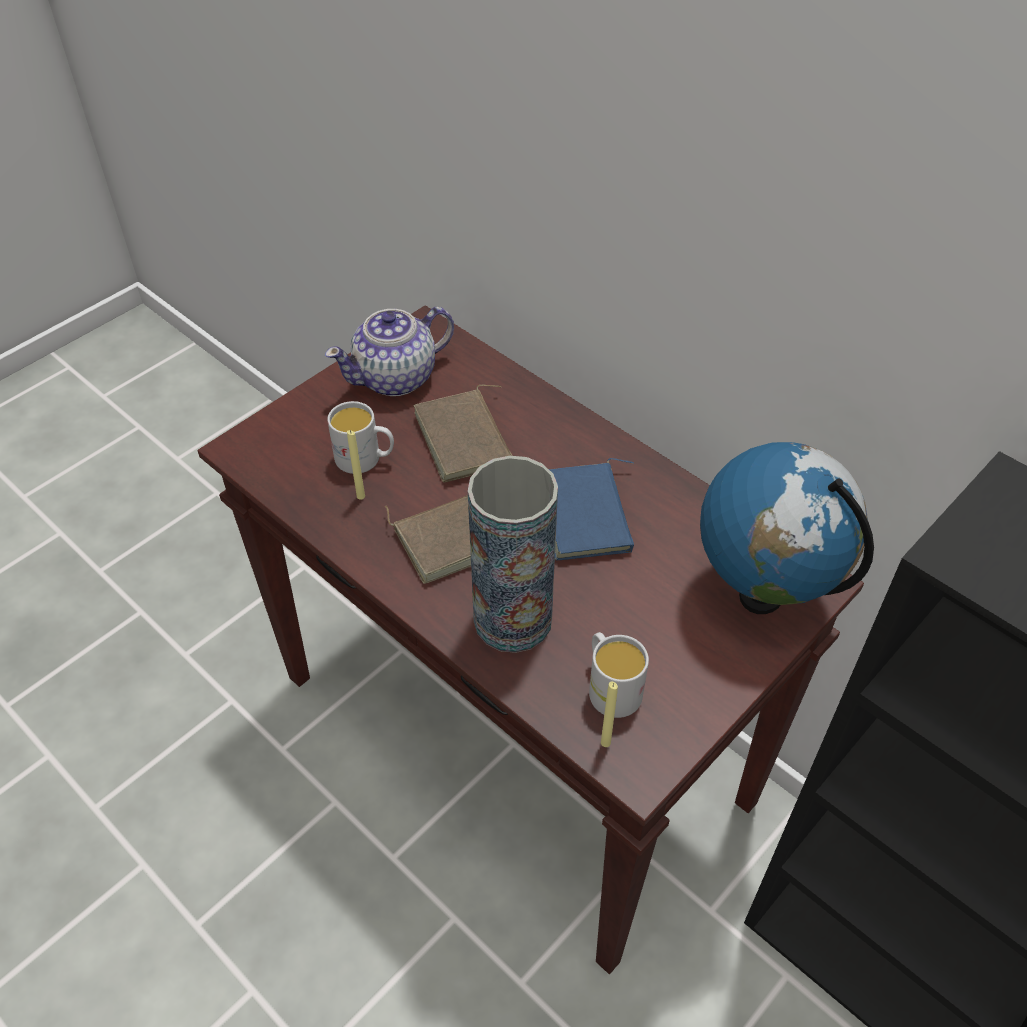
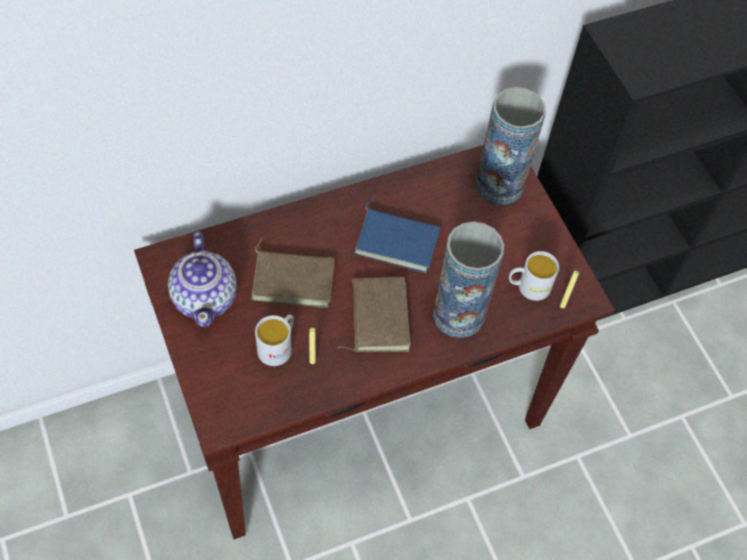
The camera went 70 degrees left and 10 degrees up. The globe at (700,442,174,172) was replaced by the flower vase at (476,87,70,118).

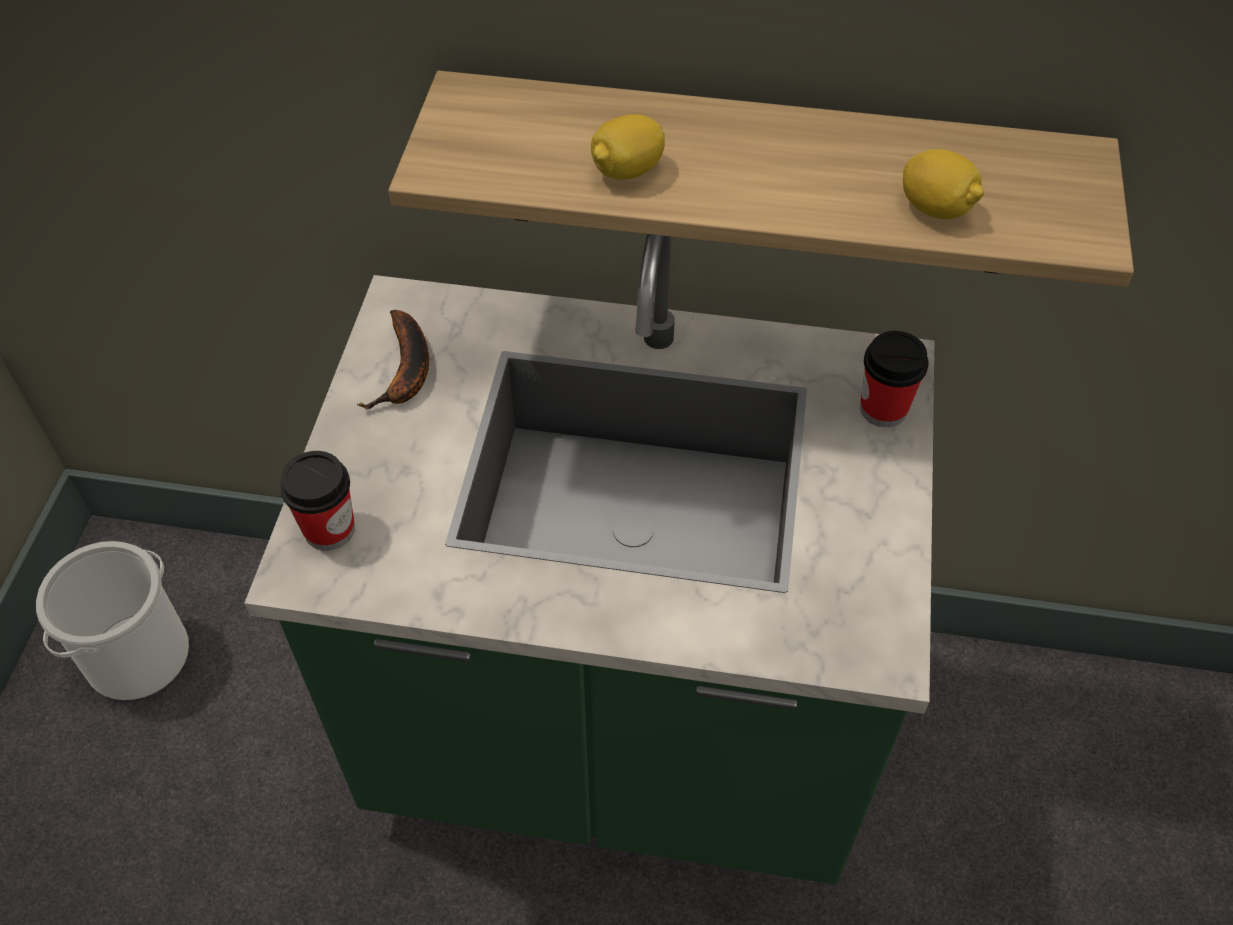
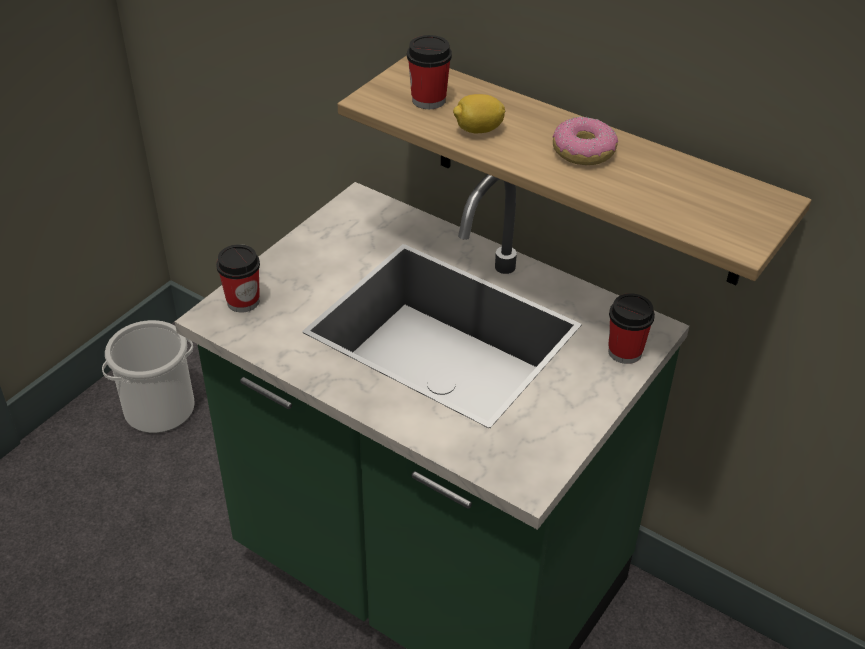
The camera went 25 degrees right and 10 degrees down. The whole banana at (357,310,72,99) disappeared. The lemon at (903,149,82,70) disappeared. The drinking cup at (407,35,45,74) appeared. The doughnut at (552,117,66,48) appeared.

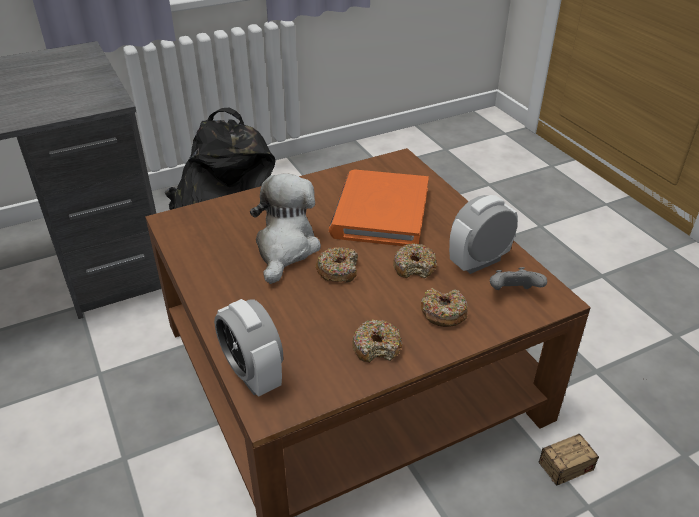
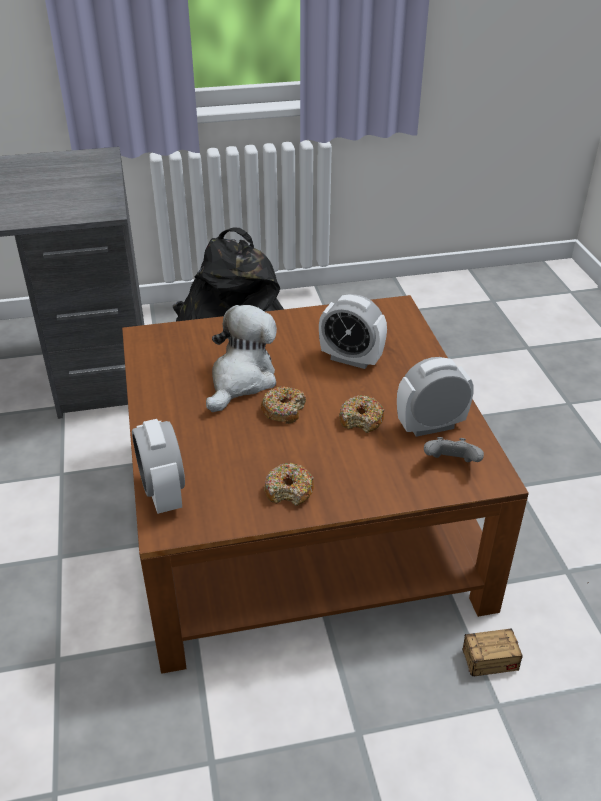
The camera went 15 degrees right and 0 degrees up. The orange book at (329,170,100,76) was replaced by the bedside clock at (319,294,68,75). The doughnut at (421,288,47,39) disappeared.

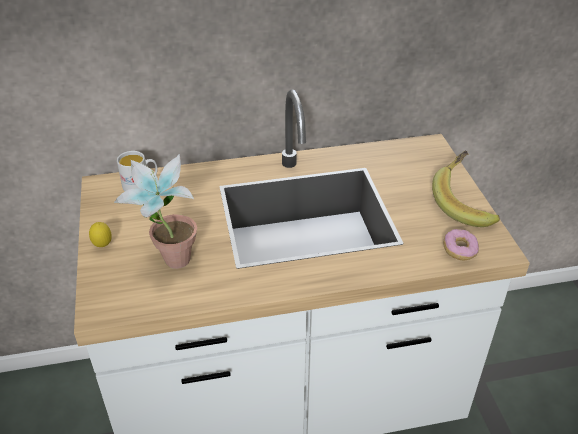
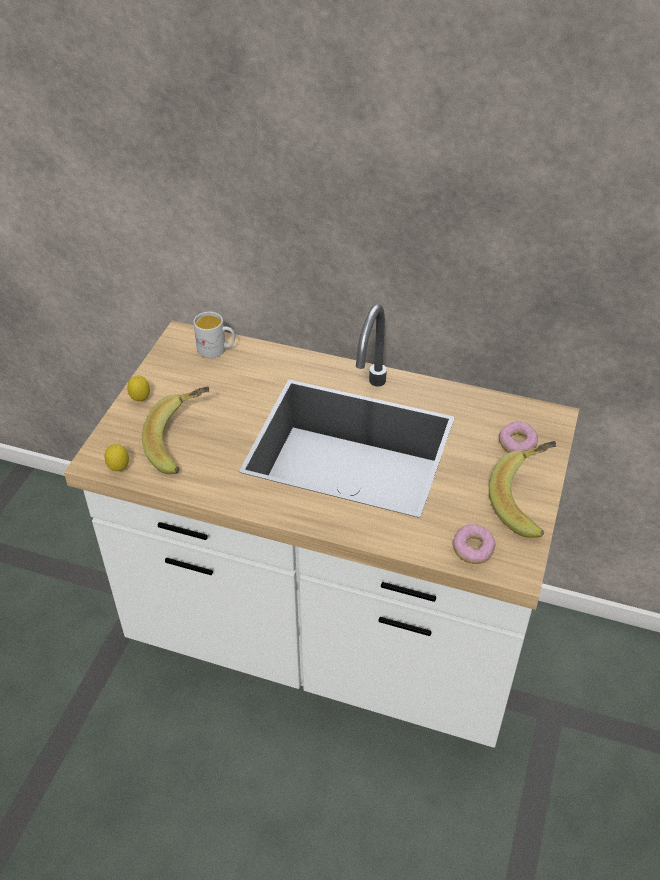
The camera went 30 degrees right and 5 degrees up. The potted plant at (114,154,83,115) was replaced by the whole banana at (142,387,68,87). The lemon at (104,444,25,27) appeared. The doughnut at (499,421,39,32) appeared.

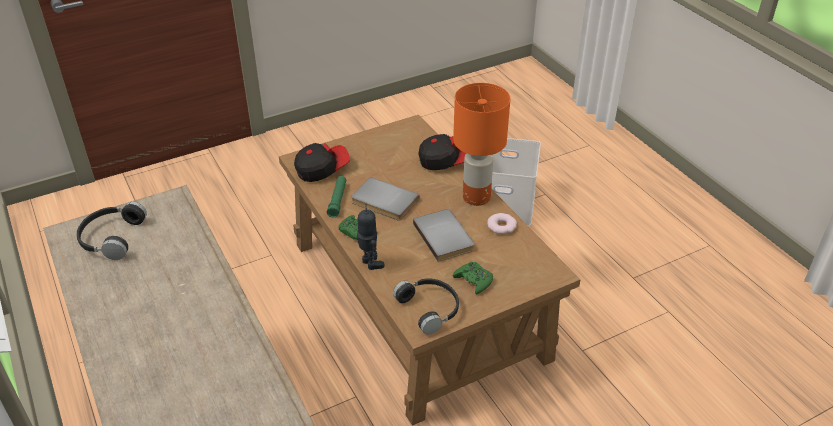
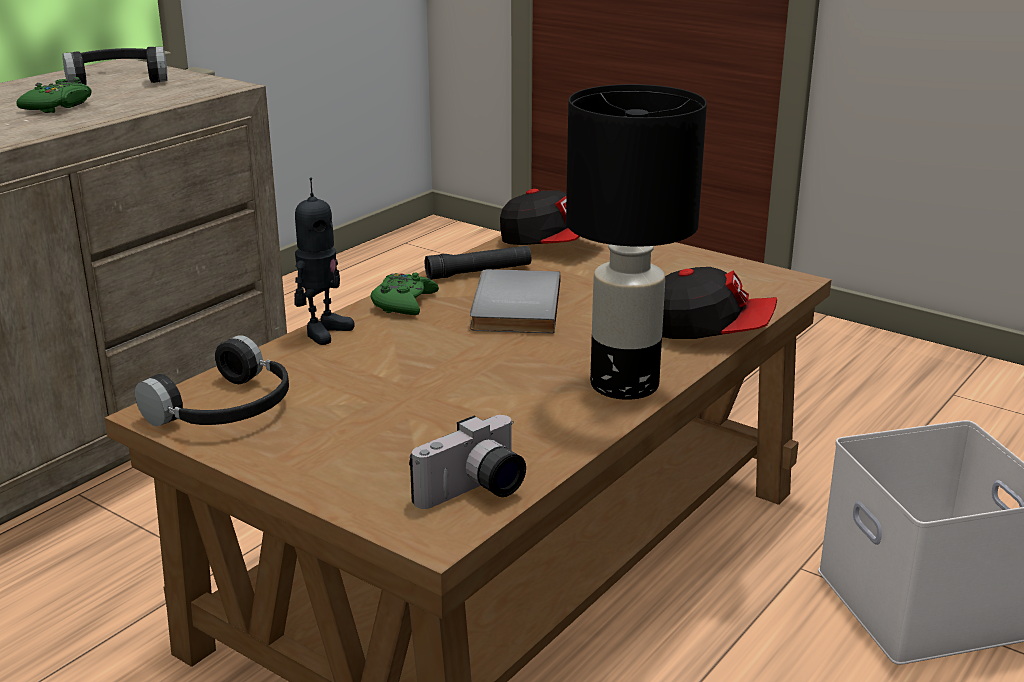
The camera went 65 degrees right and 15 degrees down. The green-coloured flashlight at (327,176,19,41) became the blackish flashlight at (425,246,107,34). The gray book at (413,209,61,53) disappeared. The baseball cap at (418,134,49,36) turned 45 degrees counterclockwise. The orange table lamp at (453,83,58,123) became the blackish table lamp at (566,84,141,316). The green-coloured joypad moved from (453,261,40,34) to (16,77,76,36). The doughnut at (487,213,30,21) disappeared. The photo camera at (409,415,117,94) appeared.

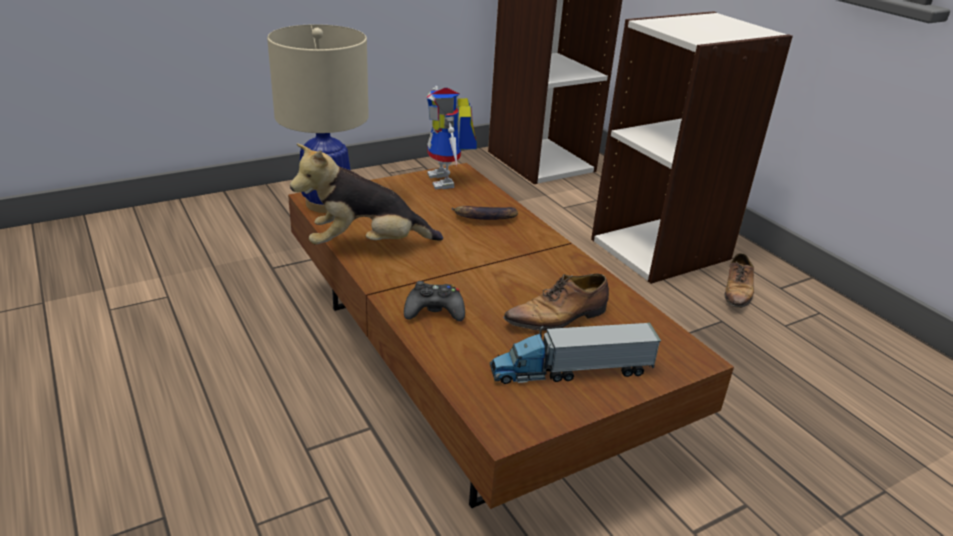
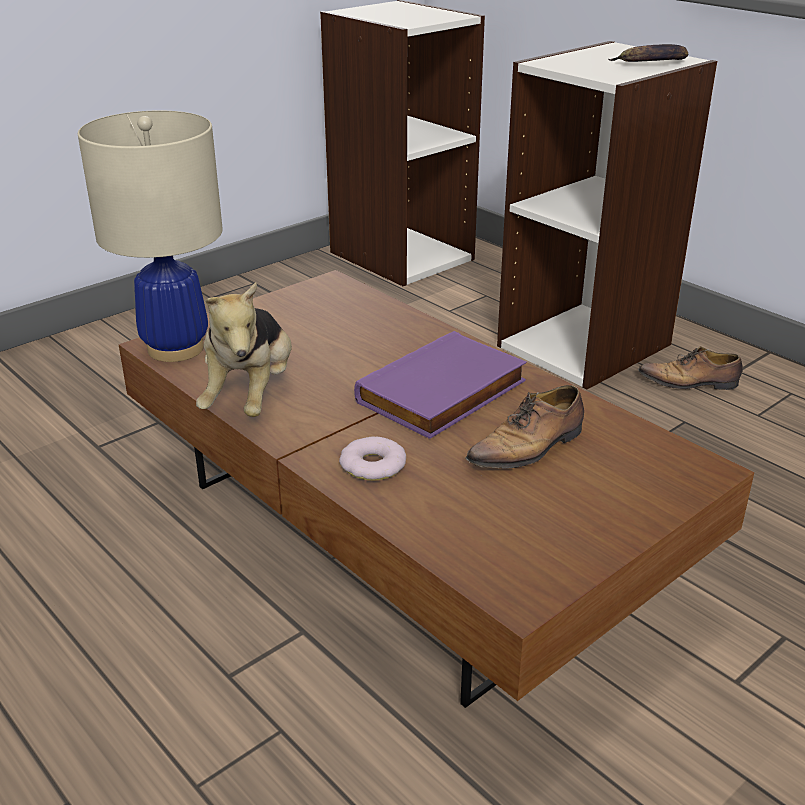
The camera went 10 degrees left and 0 degrees up. The soft toy at (290,143,153,101) turned 60 degrees counterclockwise. The blackish joypad at (404,281,61,40) was replaced by the doughnut at (339,437,67,44). The toy robot at (427,86,50,103) disappeared. The whole banana moved from (452,206,66,14) to (609,44,79,18). The model truck at (490,323,171,61) disappeared. The low shoe at (724,253,30,55) turned 90 degrees clockwise. The purple-coloured book at (354,331,173,108) appeared.

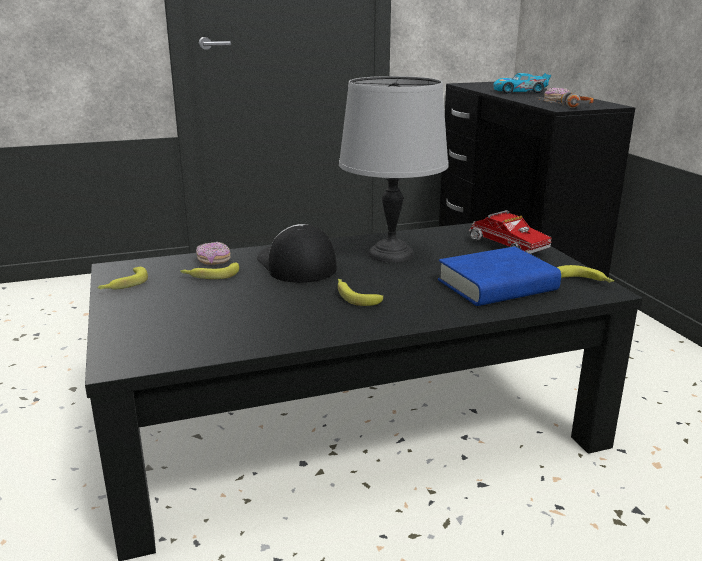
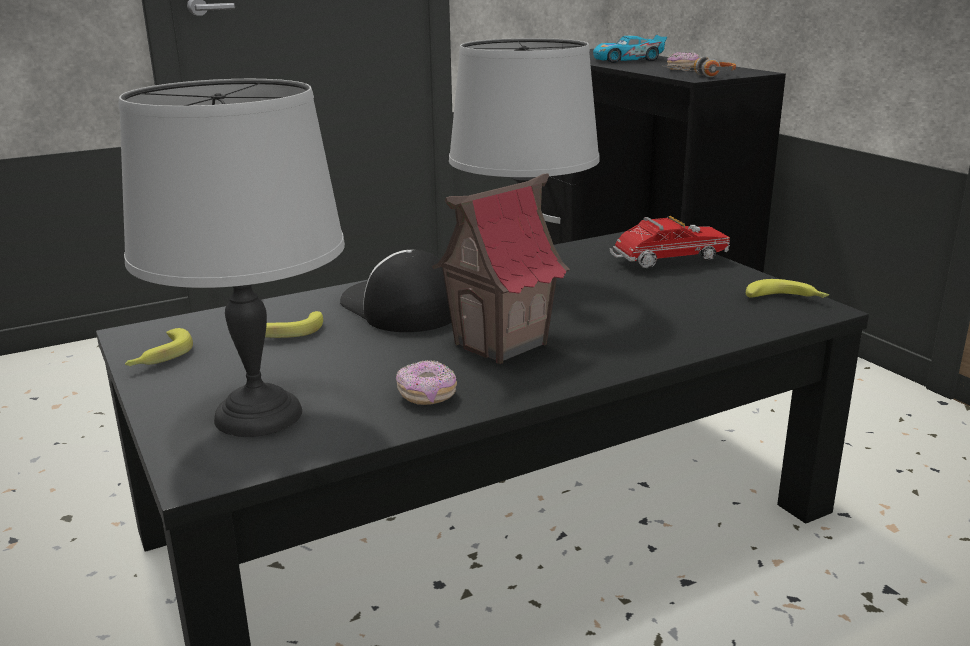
The camera went 10 degrees left and 0 degrees up. The doughnut moved from (196,242,35,23) to (396,360,61,45). The whole banana at (338,279,45,27) was replaced by the miniature house at (432,173,138,191). The blue book at (438,246,123,60) disappeared. The model truck at (469,210,83,44) turned 60 degrees counterclockwise. The gray table lamp at (119,79,226,358) appeared.

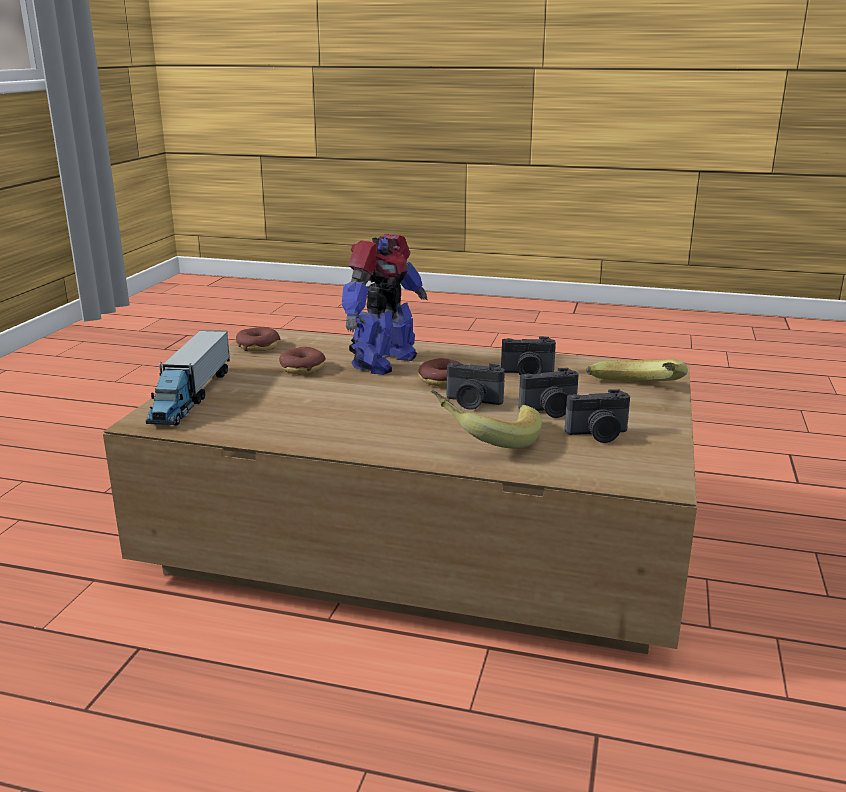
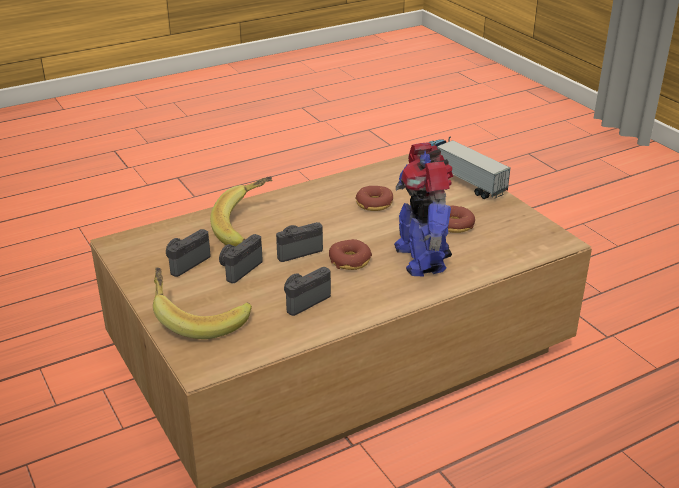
The camera went 135 degrees right and 10 degrees up. The doughnut moved from (236,327,44,24) to (355,186,38,25).

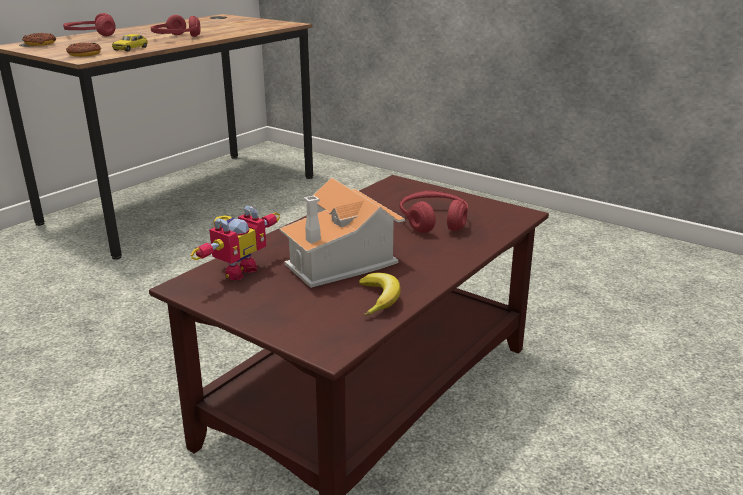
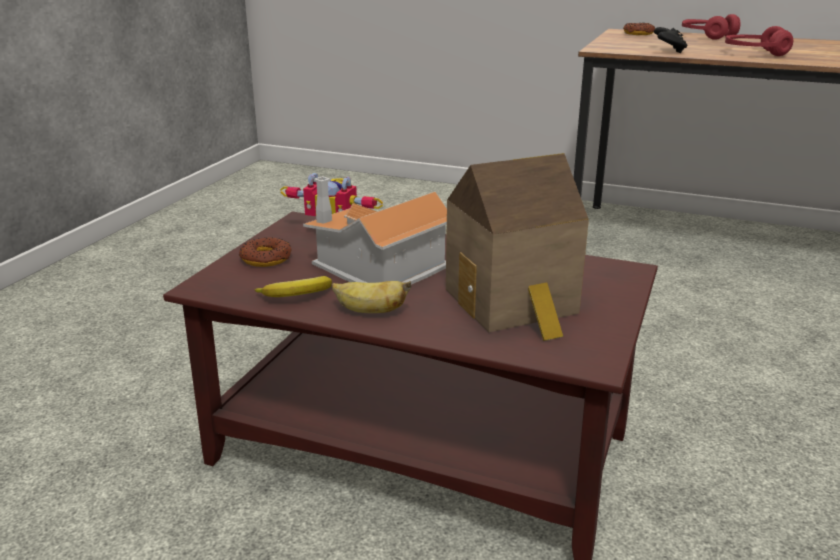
The camera went 75 degrees right and 0 degrees up. The doughnut moved from (66,43,35,14) to (239,237,53,30). The miniature car at (112,34,36,18) was replaced by the blackish joypad at (654,27,33,27). The red pair of headphones at (400,191,68,42) was replaced by the miniature house at (446,153,143,188). The whole banana at (332,281,79,32) appeared.

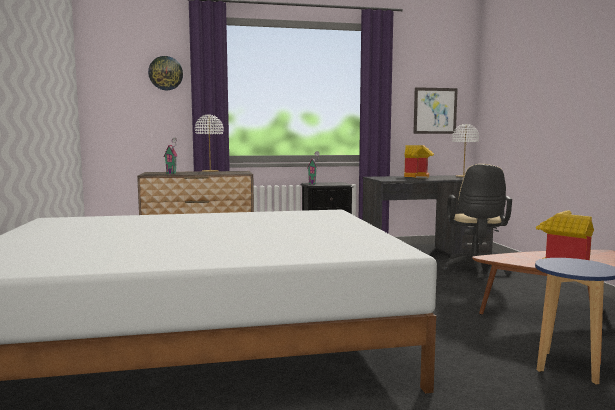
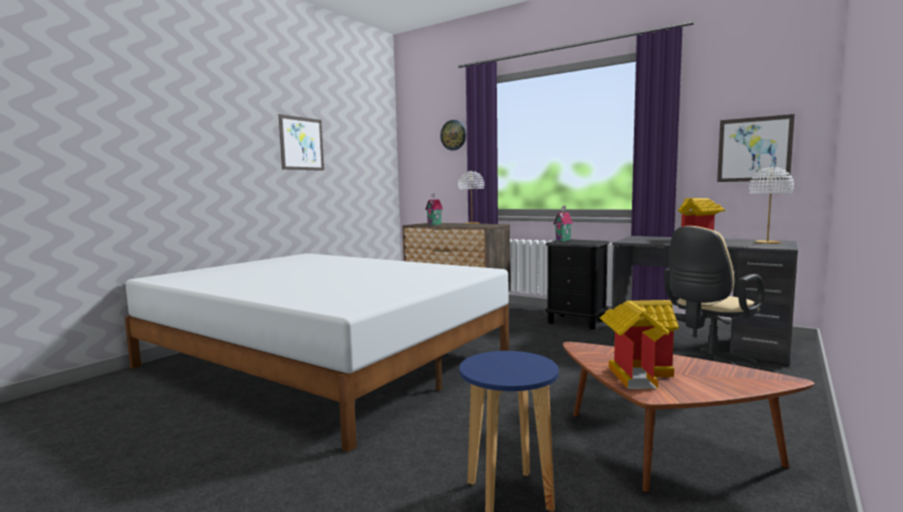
The camera went 45 degrees right and 0 degrees up. The wall picture at (278,114,46,57) appeared.

